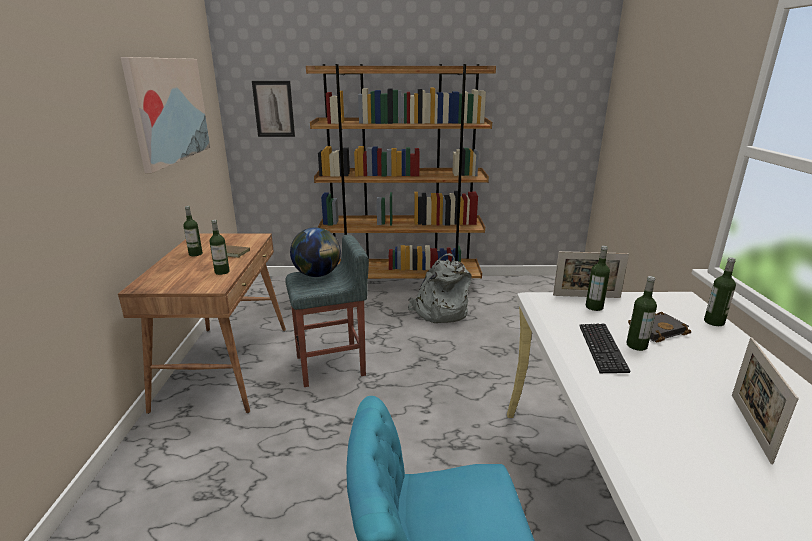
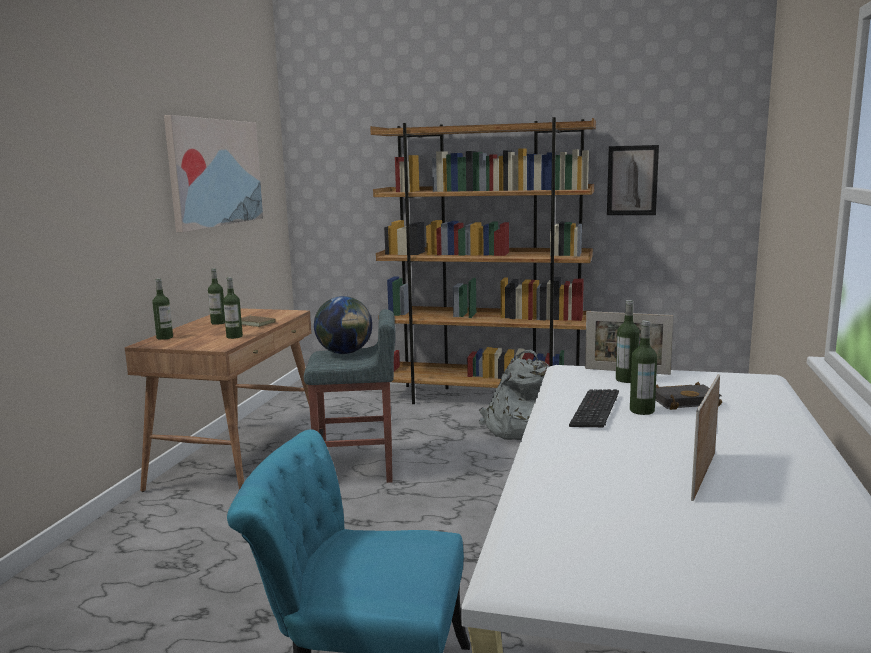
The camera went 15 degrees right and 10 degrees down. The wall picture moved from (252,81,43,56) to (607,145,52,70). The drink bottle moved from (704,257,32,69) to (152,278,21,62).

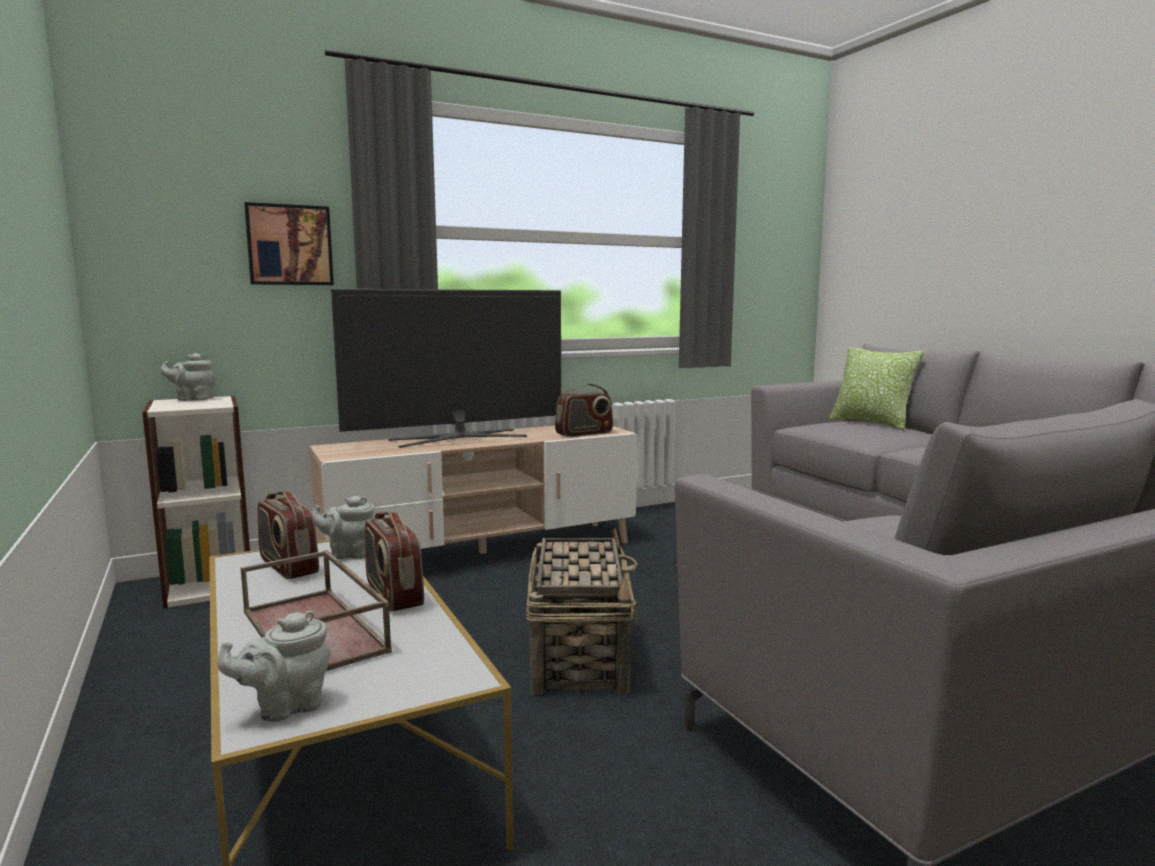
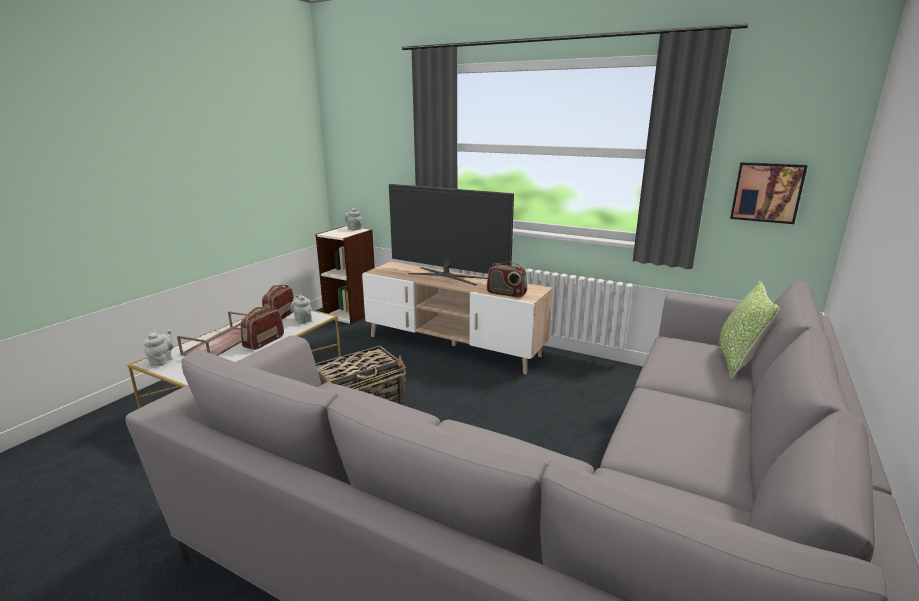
The camera went 55 degrees right and 10 degrees up. The gray teapot at (217,611,113,111) turned 75 degrees clockwise. The wall picture moved from (244,202,90,83) to (730,162,78,62).

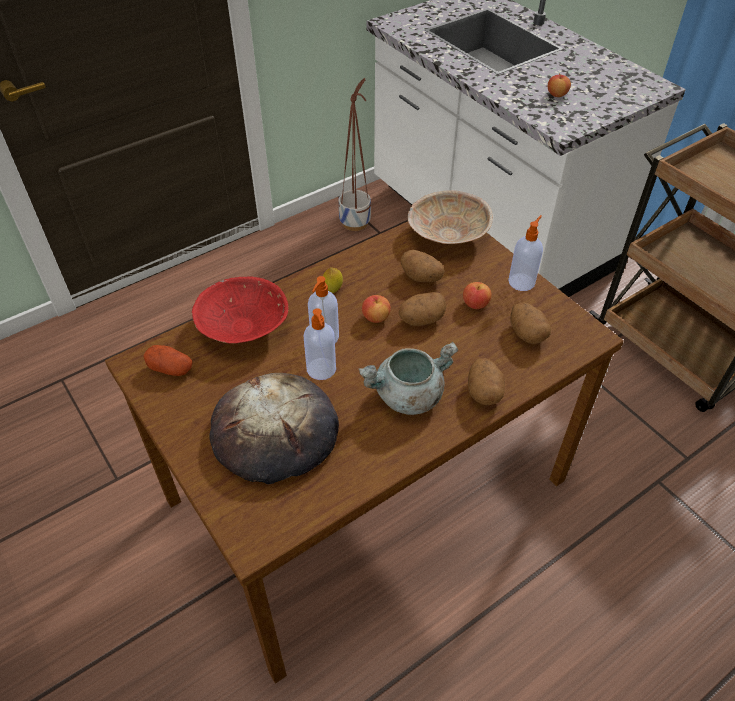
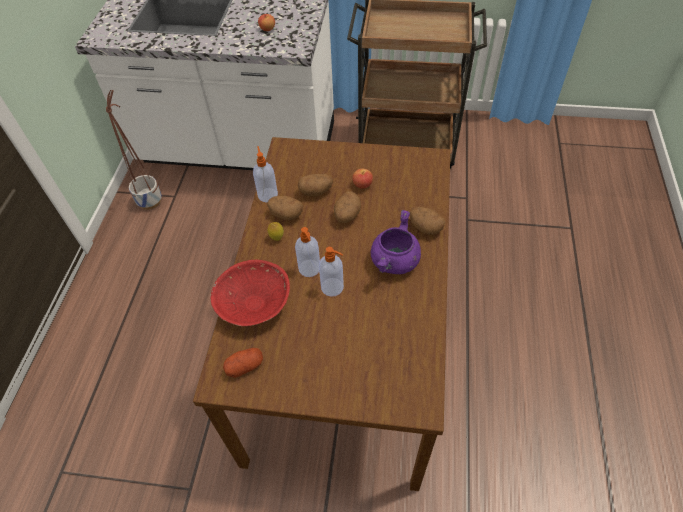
The camera went 45 degrees left and 5 degrees up. The bakery bread at (210,373,129,111) disappeared. The gray cooking pot at (359,342,99,73) became the purple-coloured cooking pot at (371,210,50,64). The apple at (362,295,29,28) disappeared. The beige serving bowl at (408,190,85,54) disappeared. The soap dispenser moved from (508,215,35,76) to (253,146,25,56). The spud moved from (510,302,41,42) to (267,196,36,24).

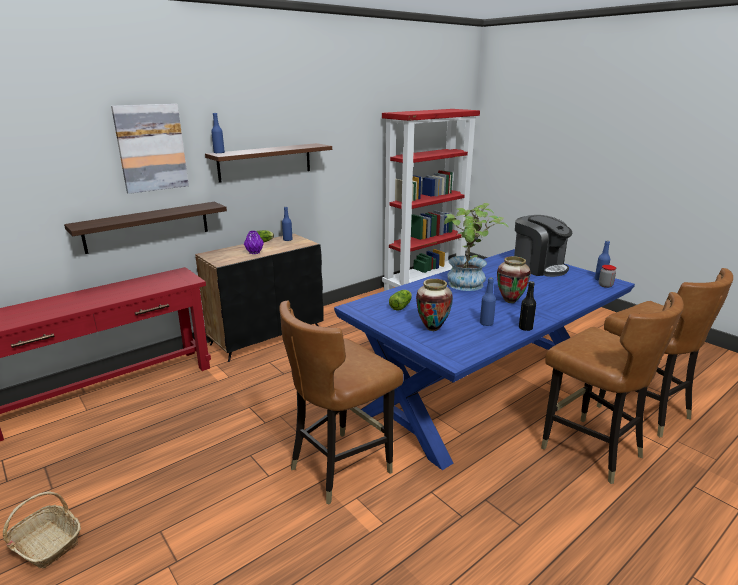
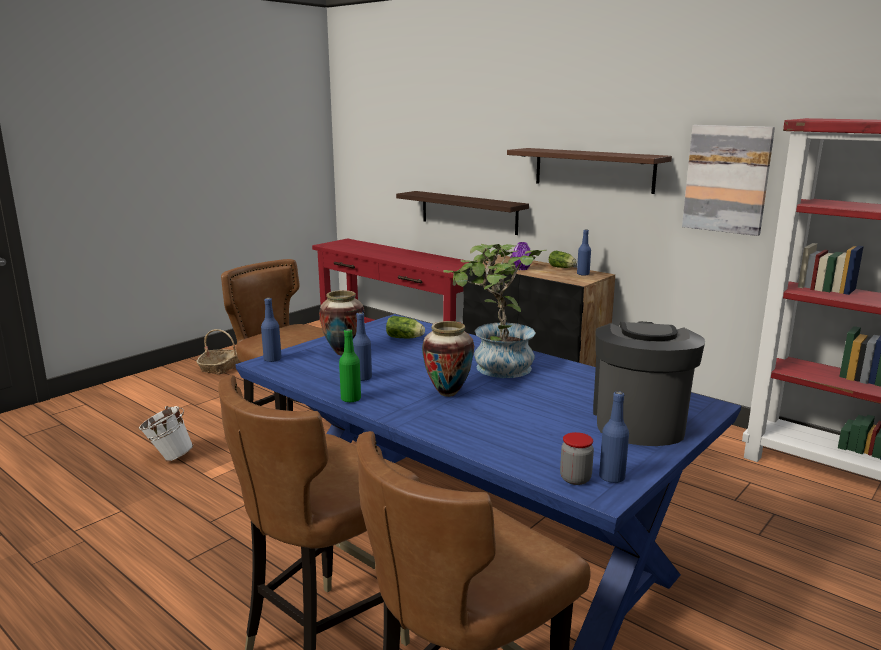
The camera went 80 degrees right and 5 degrees down. The wall picture moved from (111,104,78,90) to (682,125,93,111). The blue drink bottle moved from (211,113,14,41) to (261,298,21,64). The coffee maker at (514,215,58,62) turned 150 degrees clockwise. The blackish drink bottle at (519,281,17,50) became the green-coloured drink bottle at (339,329,22,74). The whitish bucket at (139,406,54,55) appeared.

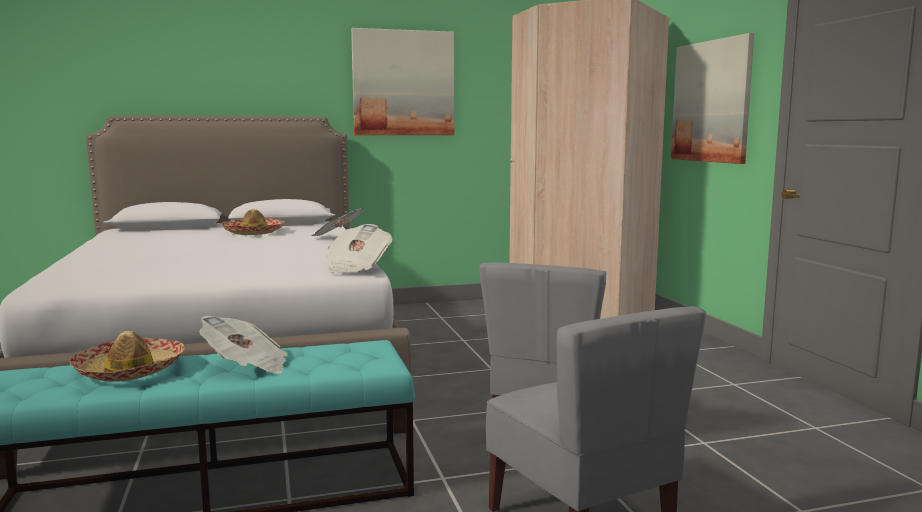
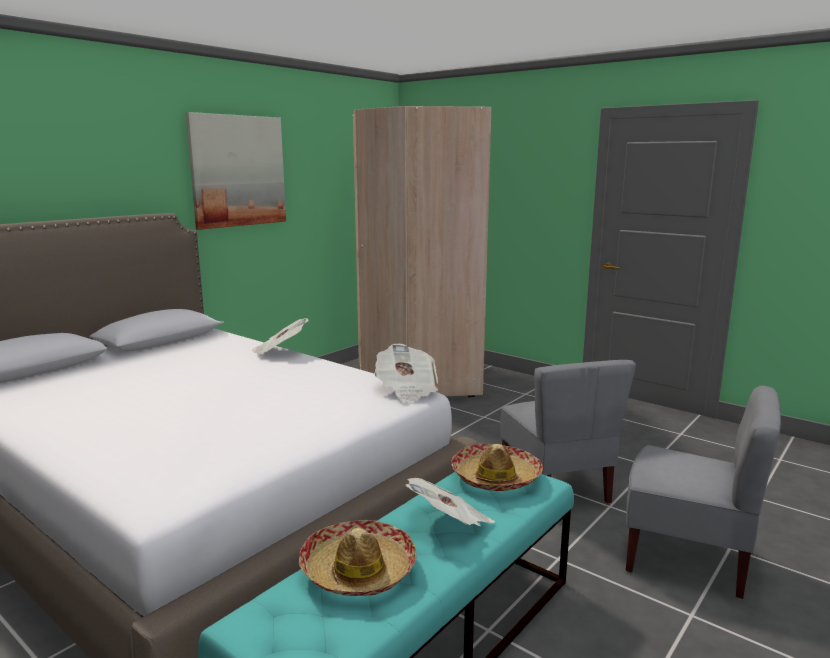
The camera went 35 degrees left and 5 degrees up. The hat moved from (221,209,64,26) to (452,444,91,47). The wall picture at (671,33,83,131) disappeared.

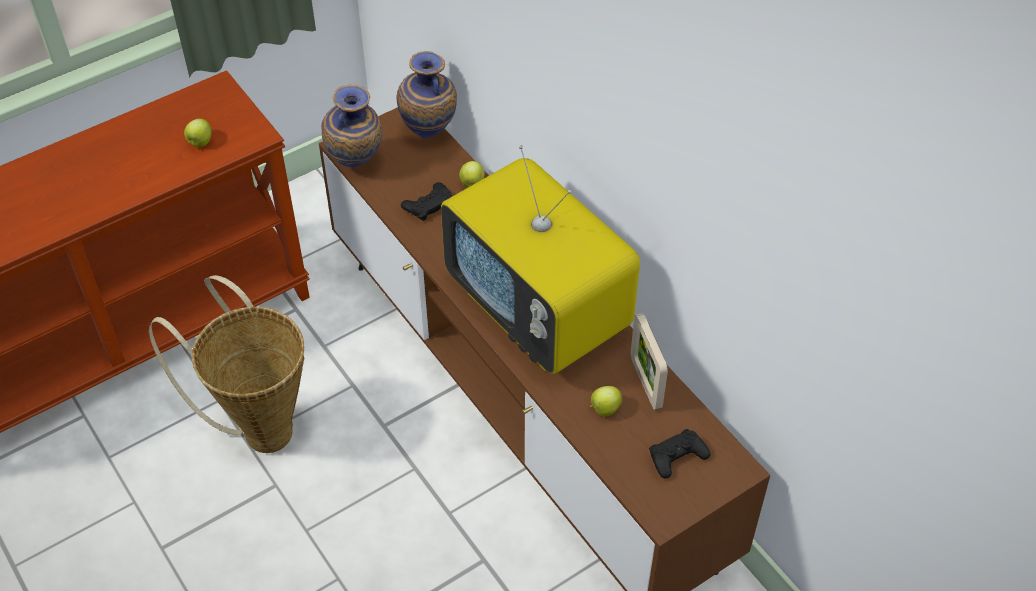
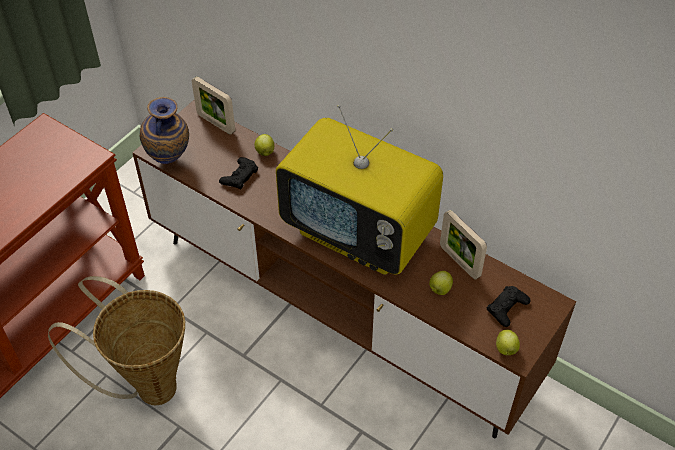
The camera went 20 degrees left and 0 degrees up. The apple moved from (184,118,28,29) to (496,330,24,25). The flower vase at (396,51,61,87) was replaced by the picture frame at (192,76,43,59).

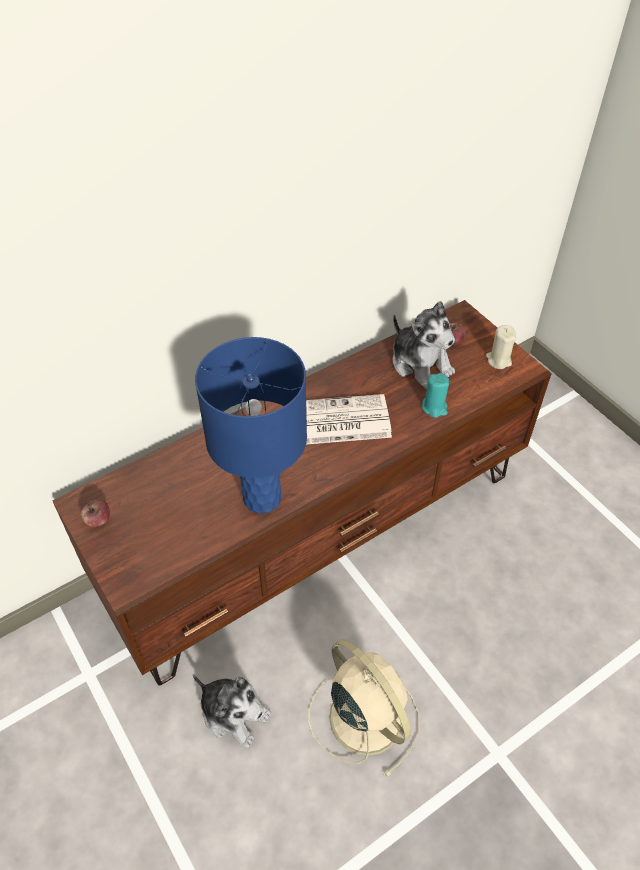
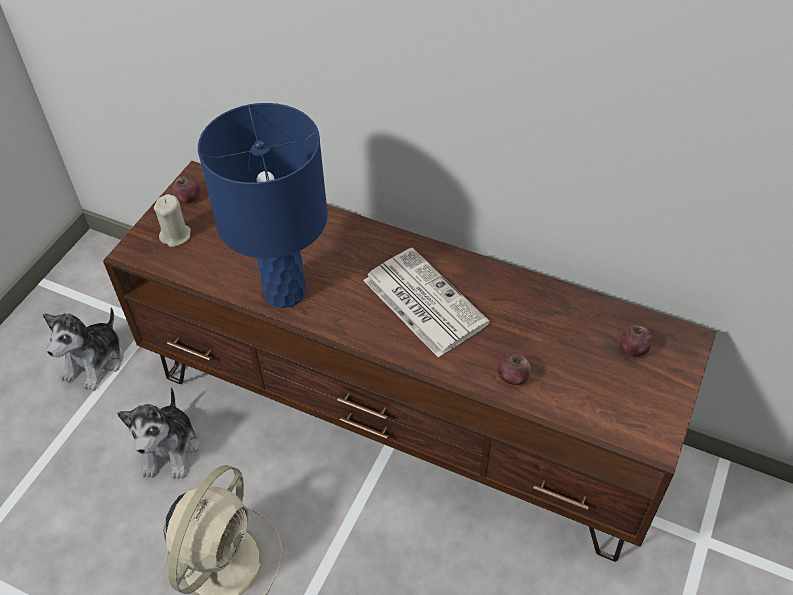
The camera went 60 degrees right and 0 degrees up. The soft toy moved from (393,301,62,88) to (43,307,80,84). The turquoise wax candle at (422,373,27,45) was replaced by the apple at (497,353,34,32). The beige wax candle moved from (486,325,30,44) to (154,194,37,53).

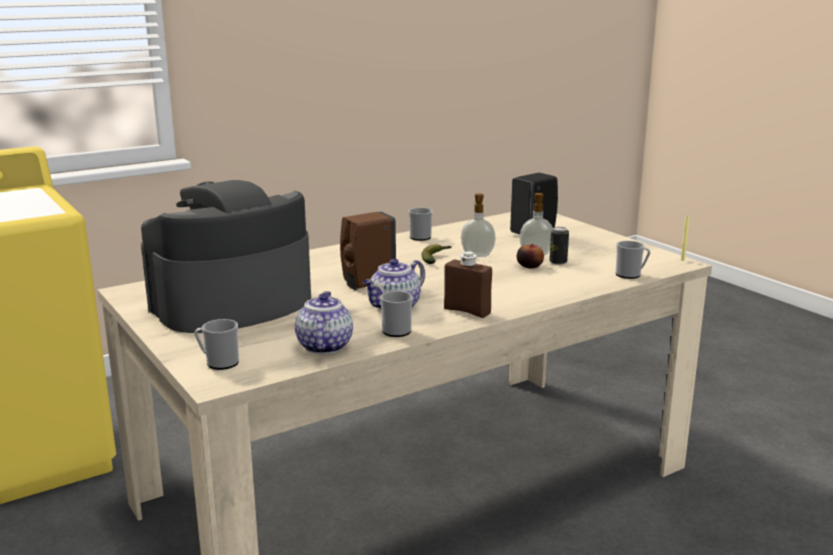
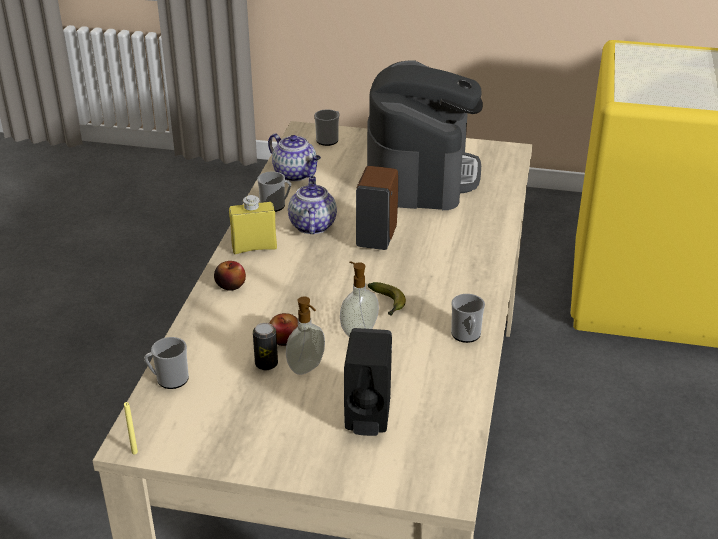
The camera went 135 degrees right and 15 degrees up. The brown drink bottle at (444,251,48,67) became the yellowish drink bottle at (229,195,48,59). The apple at (214,261,32,30) appeared.

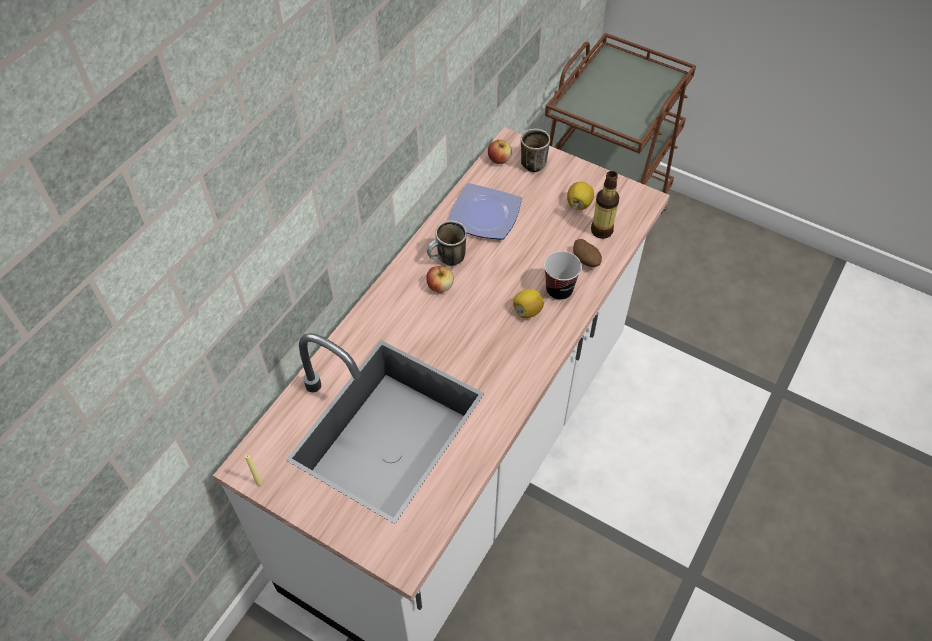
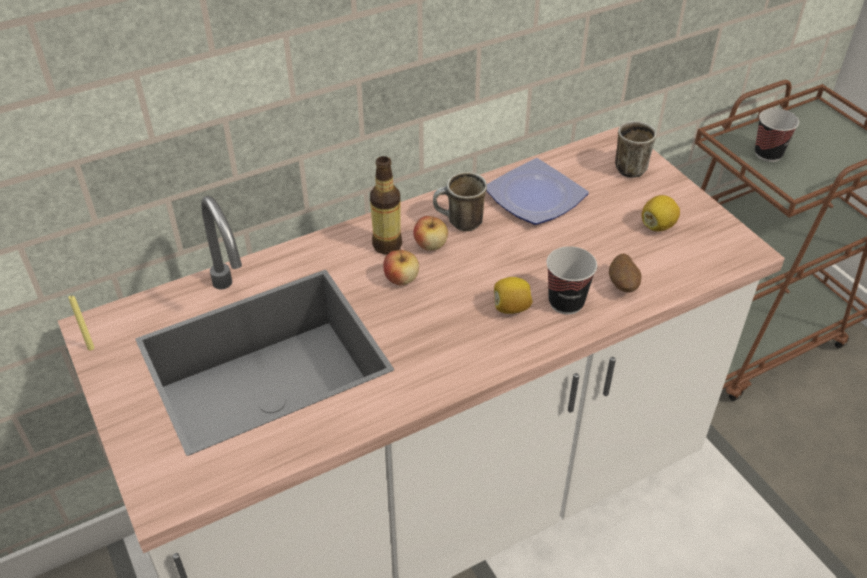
The camera went 30 degrees right and 10 degrees down. The apple moved from (488,140,24,24) to (383,249,36,36). The drink bottle moved from (591,171,28,68) to (370,156,32,98). The drinking cup at (755,108,44,54) appeared.

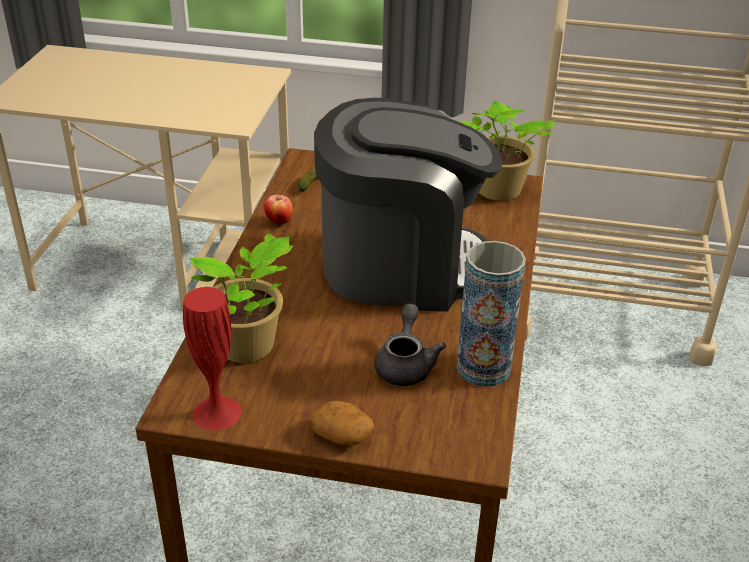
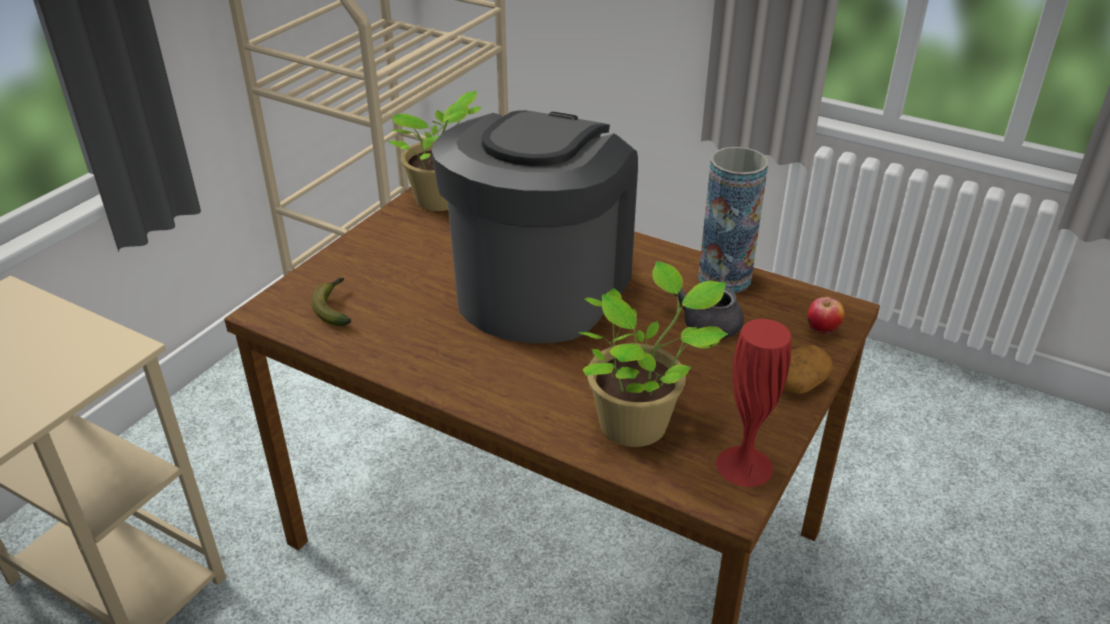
The camera went 70 degrees left and 0 degrees up. The apple moved from (264,195,29,31) to (807,297,38,37).

